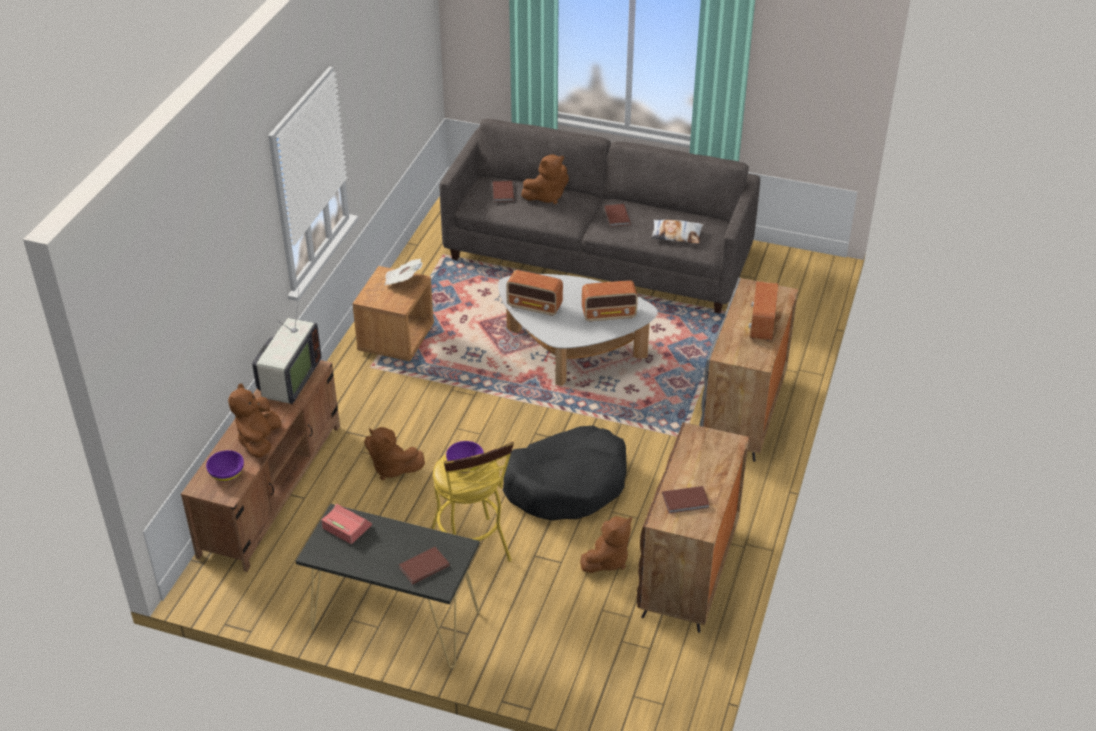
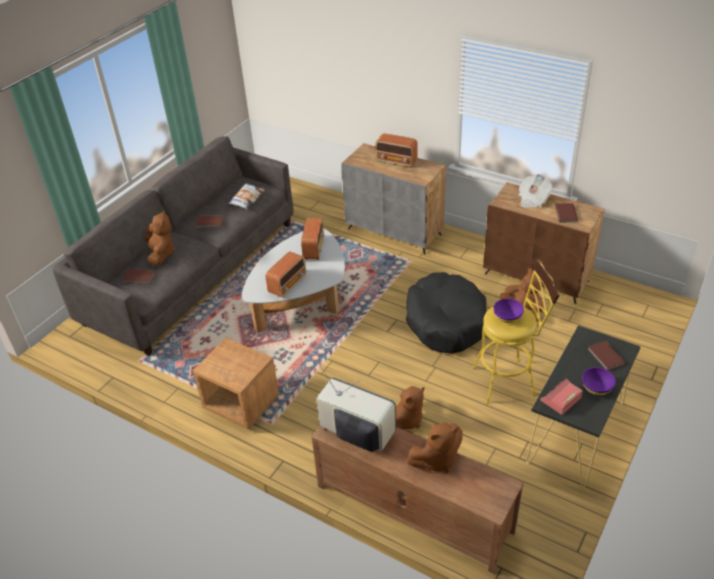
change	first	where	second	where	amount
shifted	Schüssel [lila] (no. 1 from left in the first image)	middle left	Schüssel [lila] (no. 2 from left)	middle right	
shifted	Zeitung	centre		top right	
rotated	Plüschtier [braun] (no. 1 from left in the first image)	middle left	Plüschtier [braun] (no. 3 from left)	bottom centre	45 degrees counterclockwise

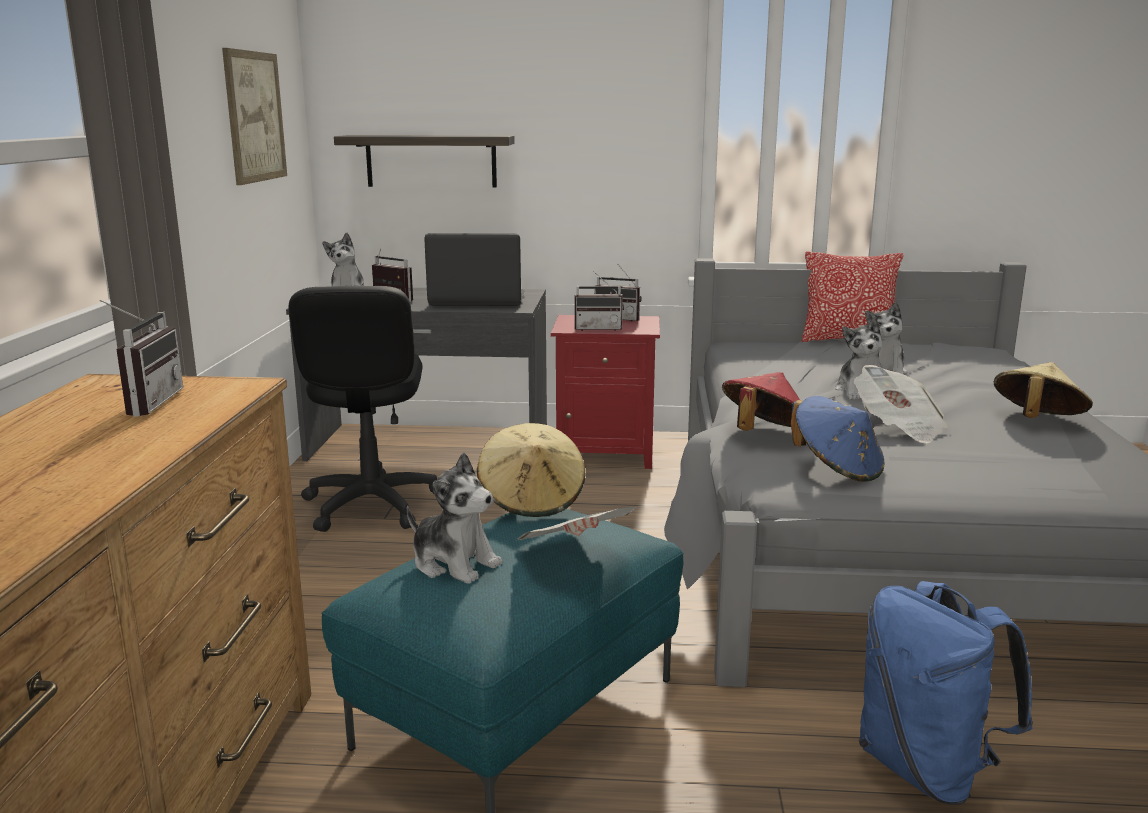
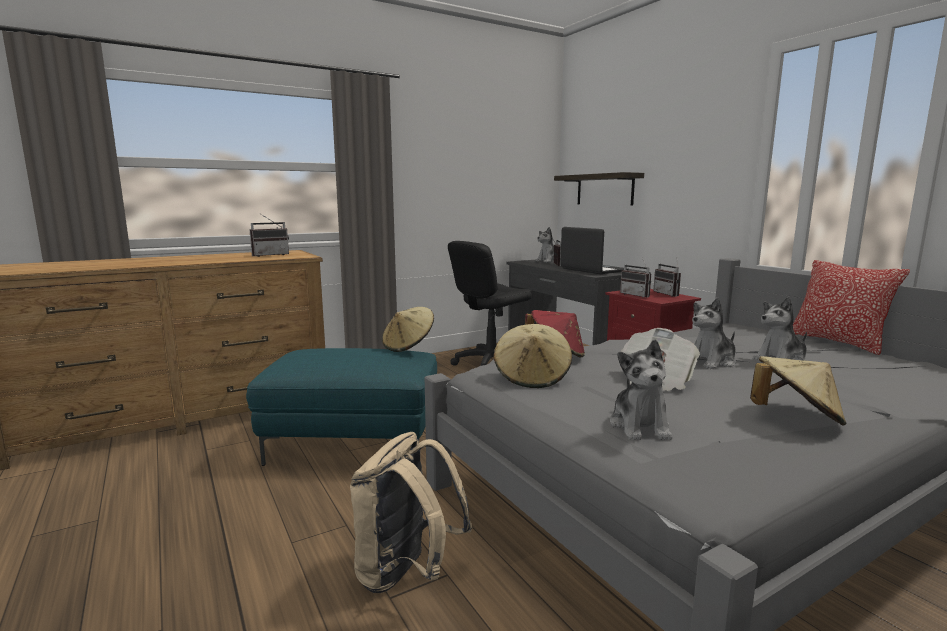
change	first	where	second	where	amount
gone	Bild	top left			
gone	Zeitung (no. 1 from left)	centre			
shifted	Plüschtier (no. 2 from left)	centre		middle right	
repainted	Hut [blau]	middle right	Hut [beige] (no. 2 from left)	centre	
repainted	Rucksack [blau]	bottom right	Rucksack [beige]	bottom centre	

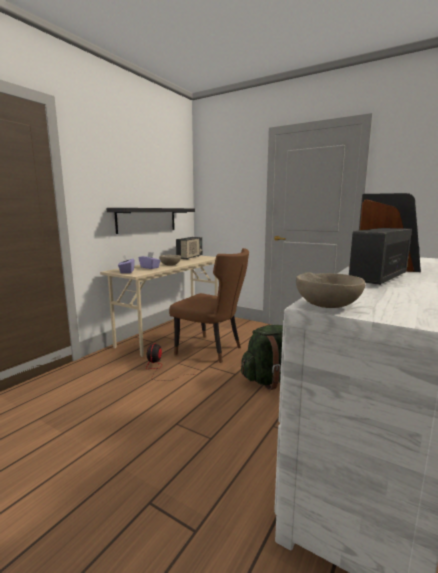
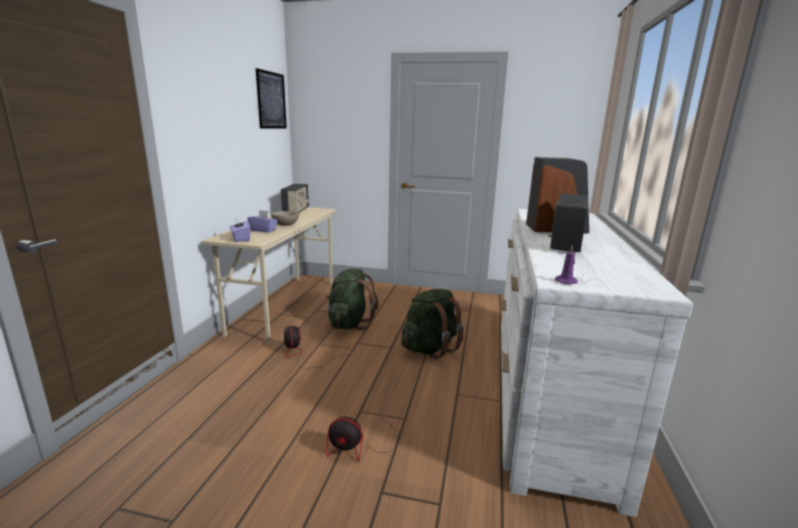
change	first	where	second	where	amount
gone	Wandregal [schwarz]	centre			
new			Bild	top centre	
new			Ventilator (no. 2 from left)	bottom centre	
swapped	Stuhl [braun]	centre	Rucksack [grün] (no. 1 from left)	centre	
swapped	Schüssel [beige] (no. 2 from left)	middle right	Kerze [lila]	middle right	

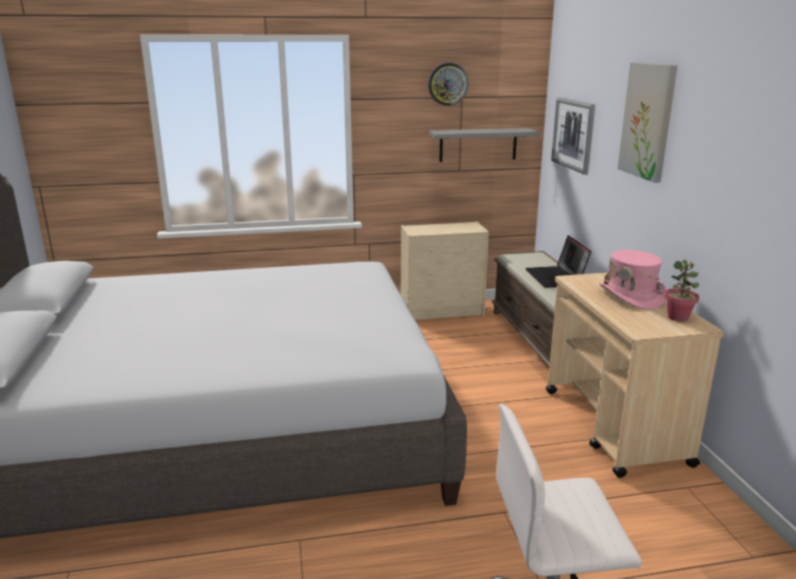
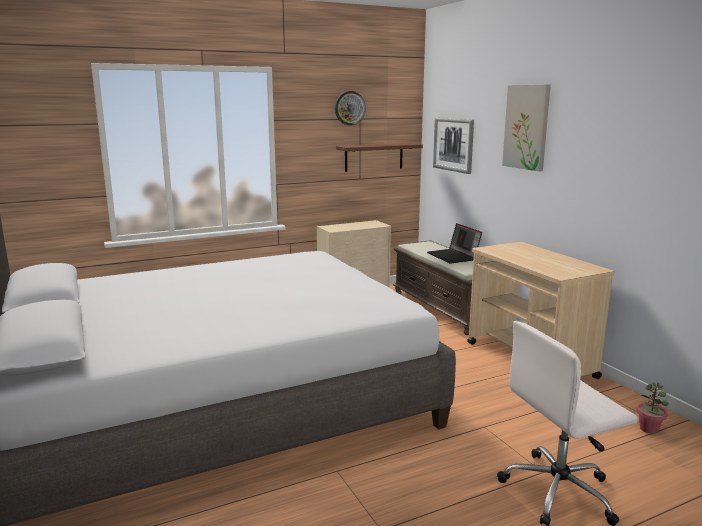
change	first	where	second	where	amount
gone	Hut [rosa]	middle right			
shifted	Topfpflanze	middle right		bottom right	
repainted	Wandregal [grau]	top centre	Wandregal [braun]	top centre	

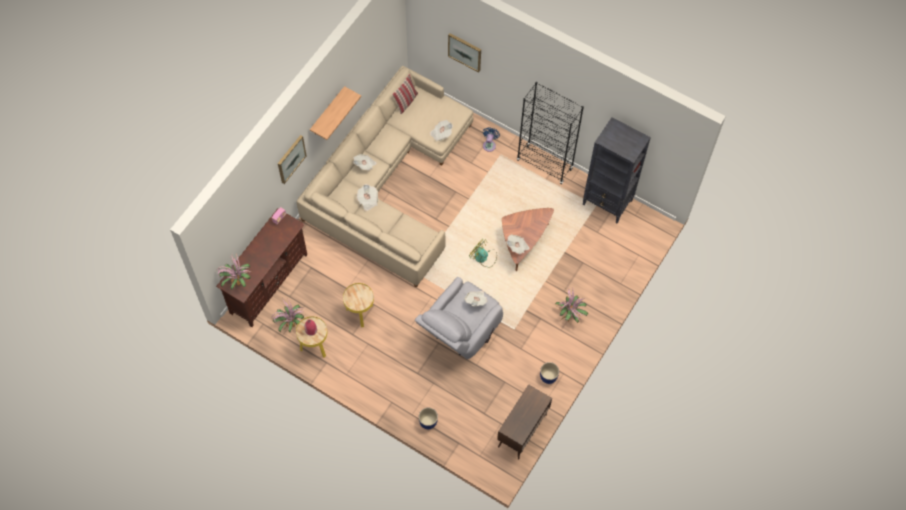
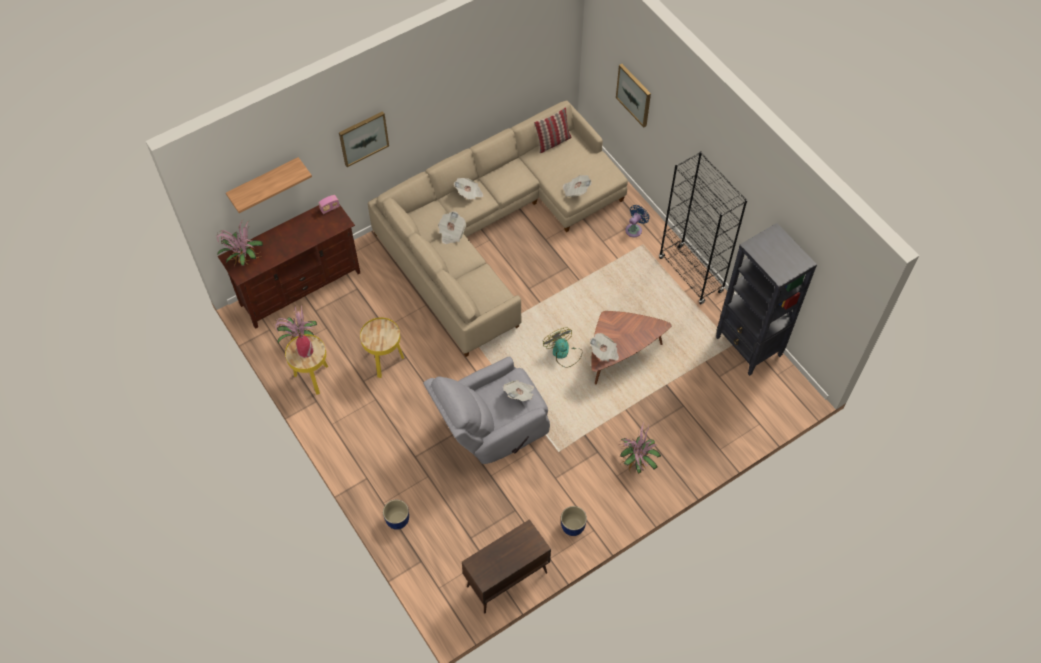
change	first	where	second	where	amount
shifted	Wandregal	top centre		top left	

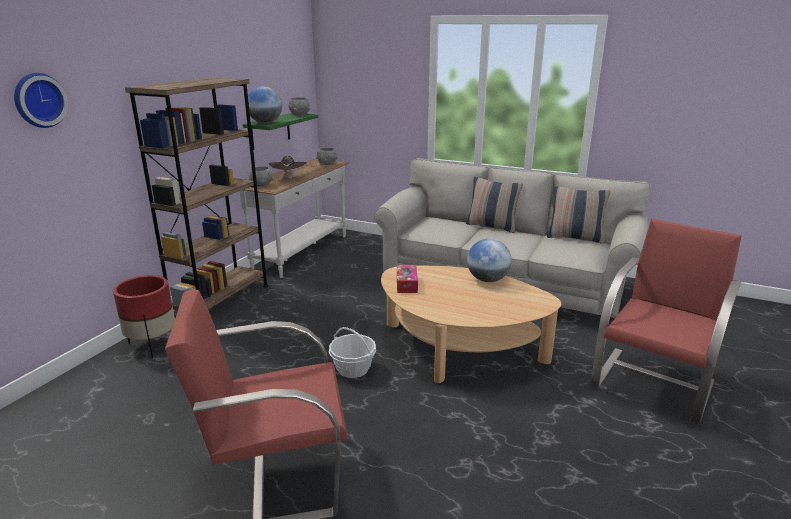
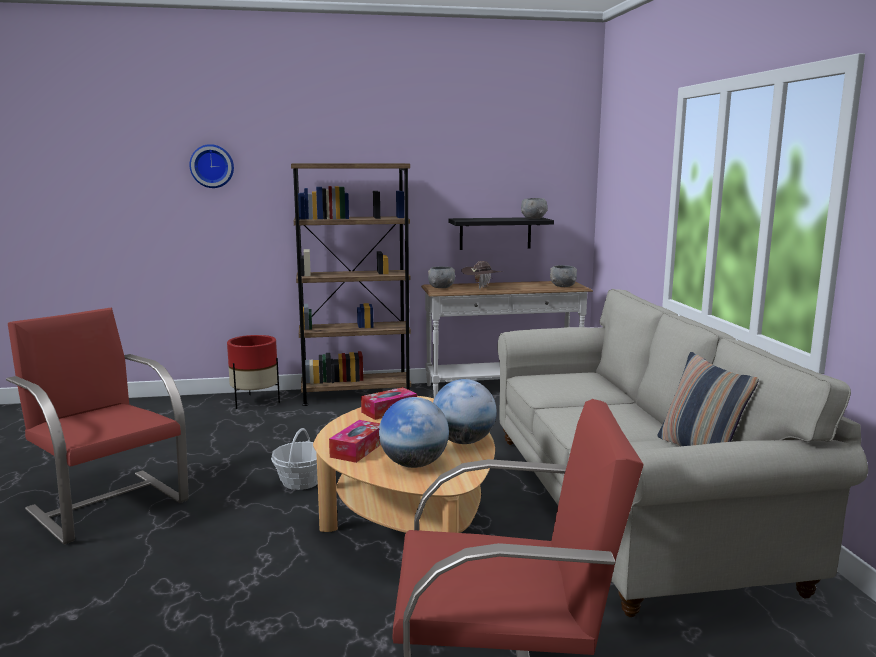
change	first	where	second	where	amount
gone	Kissen (no. 1 from left)	centre			
new			Taschentuchbox (no. 1 from left)	bottom centre	
shifted	Globus (no. 1 from left)	top centre		centre	
repainted	Wandregal [grün]	top centre	Wandregal [schwarz]	centre	

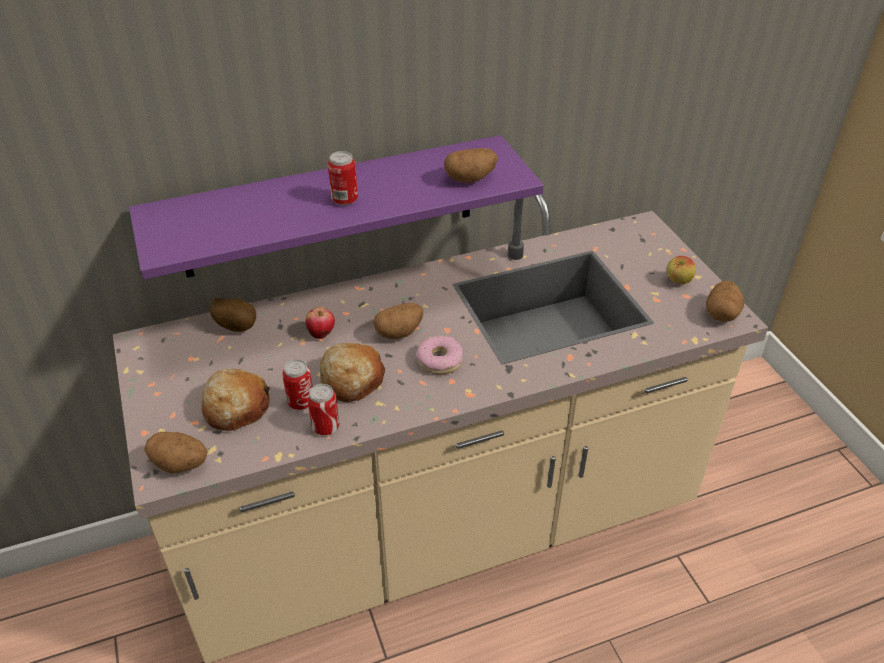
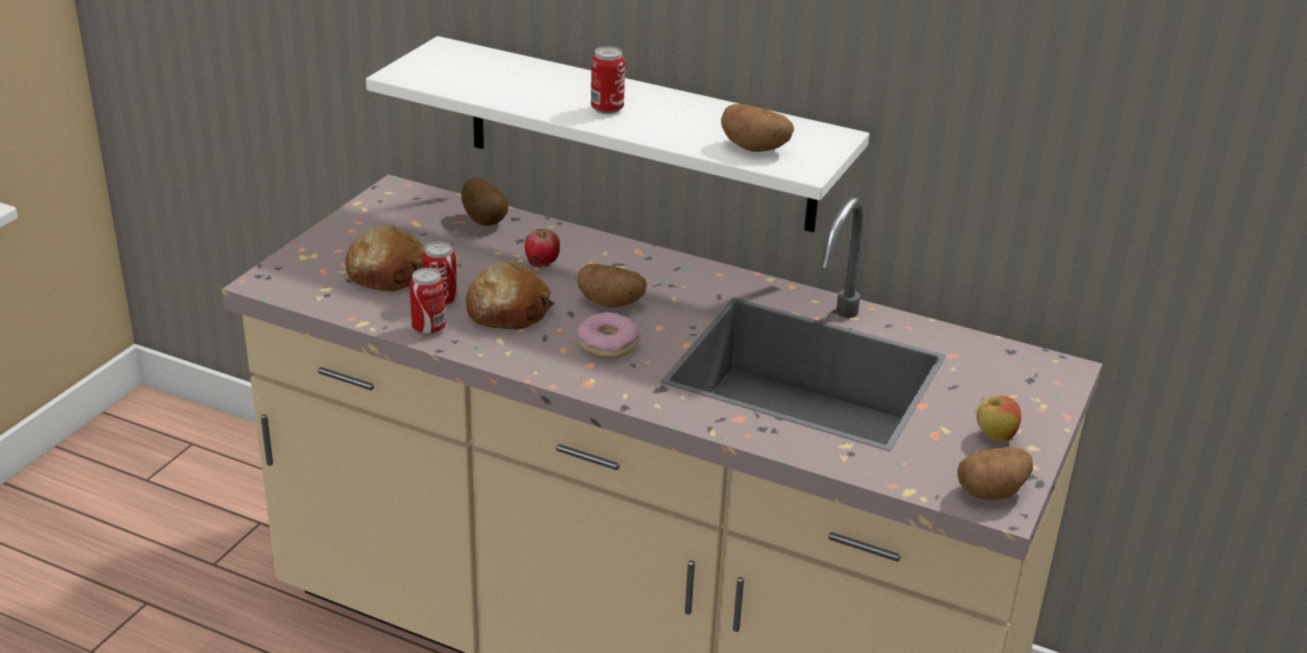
change	first	where	second	where	amount
gone	Kartoffel (no. 1 from left)	bottom left			
repainted	Wandregal [lila]	top centre	Wandregal [weiß]	top centre	

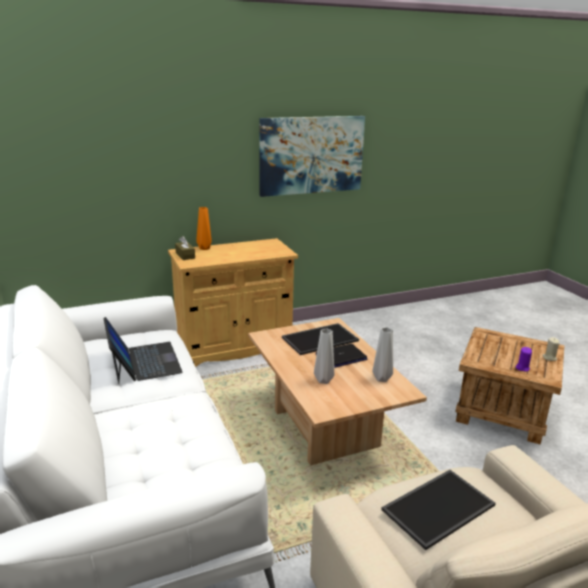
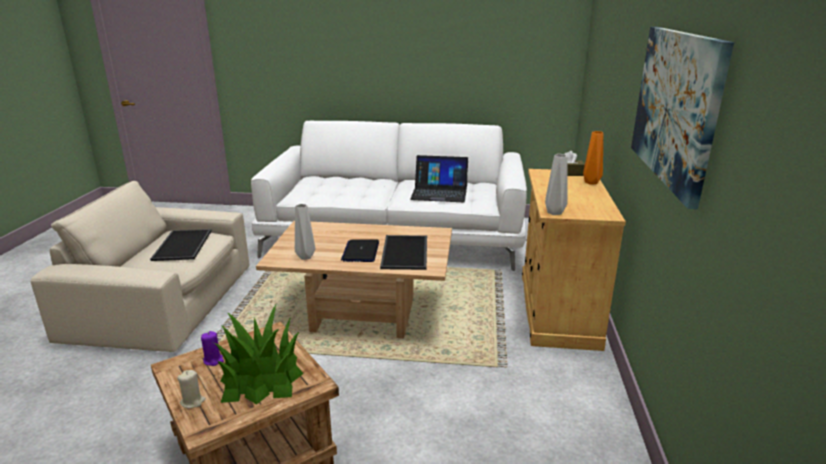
change	first	where	second	where	amount
new			Topfpflanze	bottom left	
shifted	Vase [grau] (no. 1 from left in the first image)	centre	Vase [grau] (no. 2 from left)	middle right	

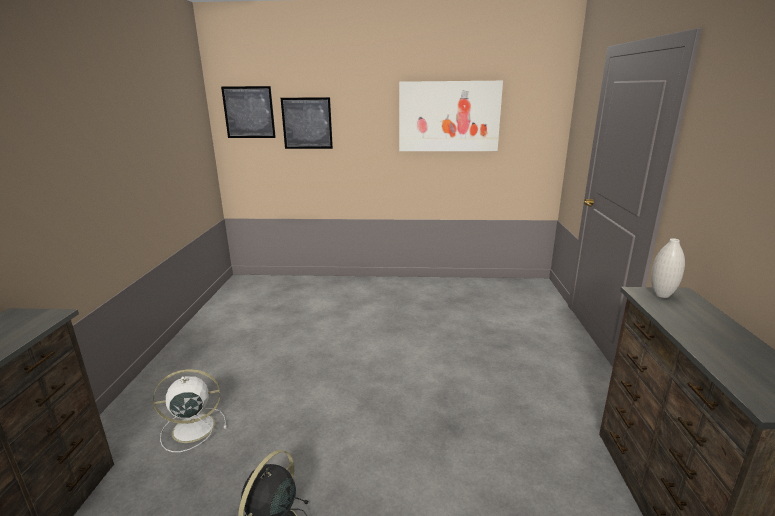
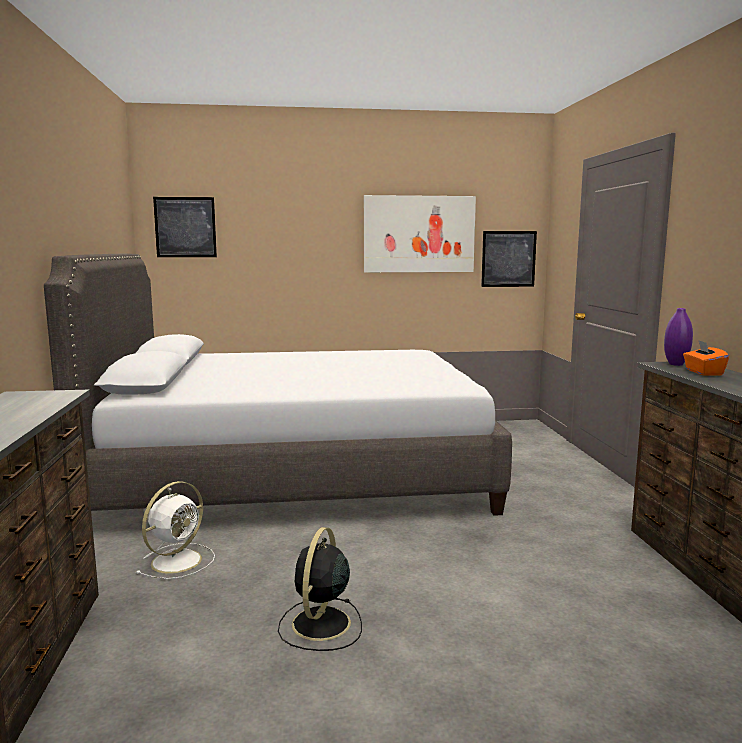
change	first	where	second	where	amount
new			Bett [grau]	centre	
new			Taschentuchbox [orange]	middle right	
shifted	Bild (no. 2 from left in the first image)	top centre	Bild (no. 3 from left)	middle right	
repainted	Vase [weiß]	middle right	Vase [lila]	middle right	
rotated	Ventilator [weiß]	bottom left		bottom left	150 degrees clockwise

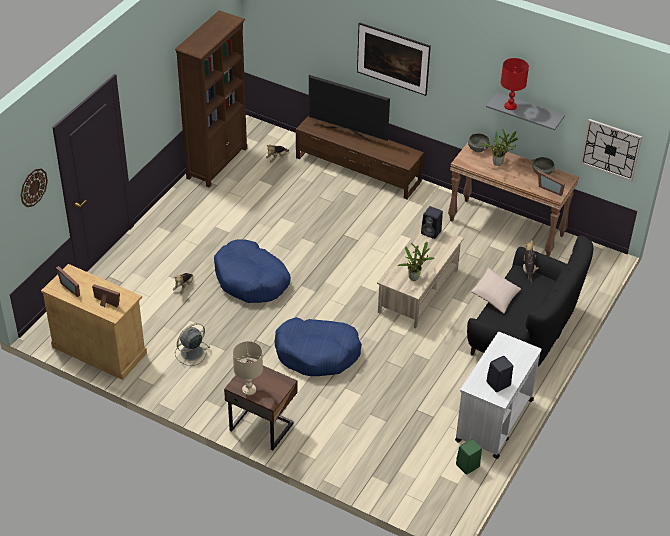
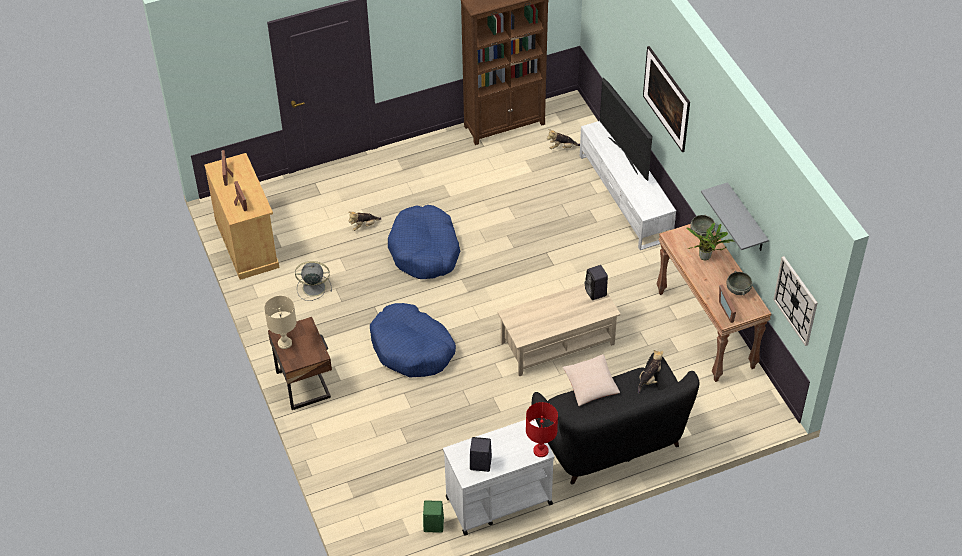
change	first	where	second	where	amount
gone	Wanduhr (no. 1 from left)	middle left			
gone	Topfpflanze (no. 1 from left)	centre			
shifted	Tischlampe [rot]	top right		bottom centre	
repainted	Fernsehschrank [braun]	top centre	Fernsehschrank [weiß]	top centre	

